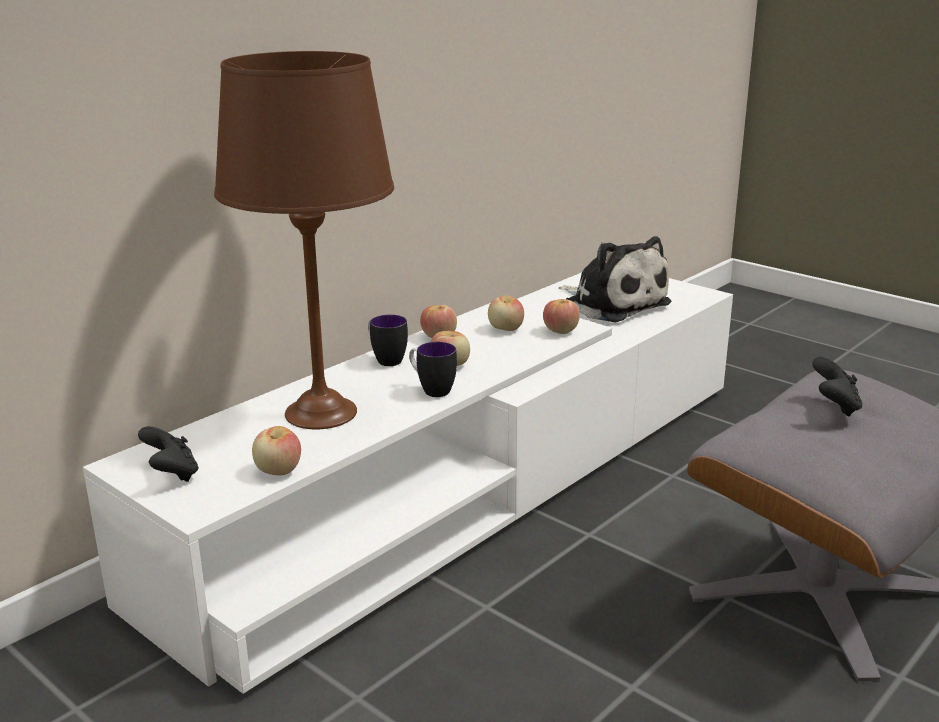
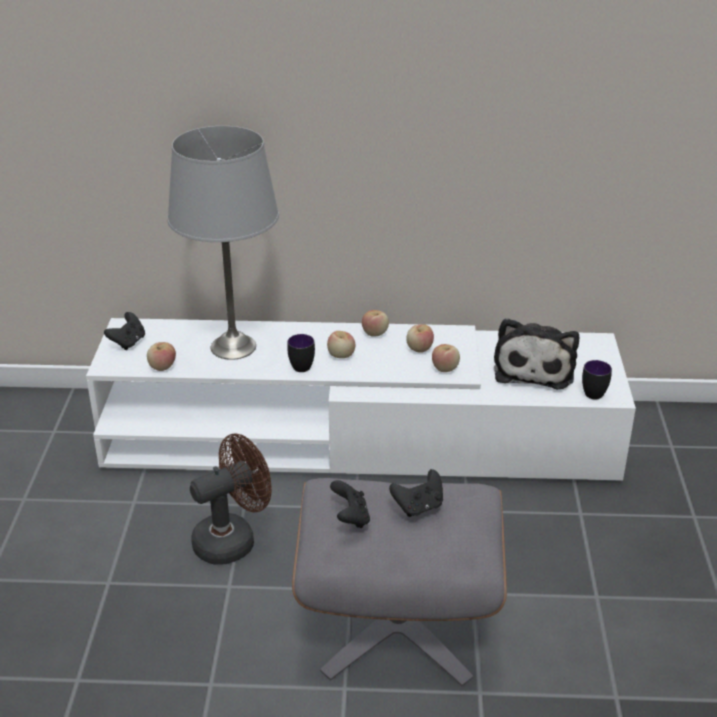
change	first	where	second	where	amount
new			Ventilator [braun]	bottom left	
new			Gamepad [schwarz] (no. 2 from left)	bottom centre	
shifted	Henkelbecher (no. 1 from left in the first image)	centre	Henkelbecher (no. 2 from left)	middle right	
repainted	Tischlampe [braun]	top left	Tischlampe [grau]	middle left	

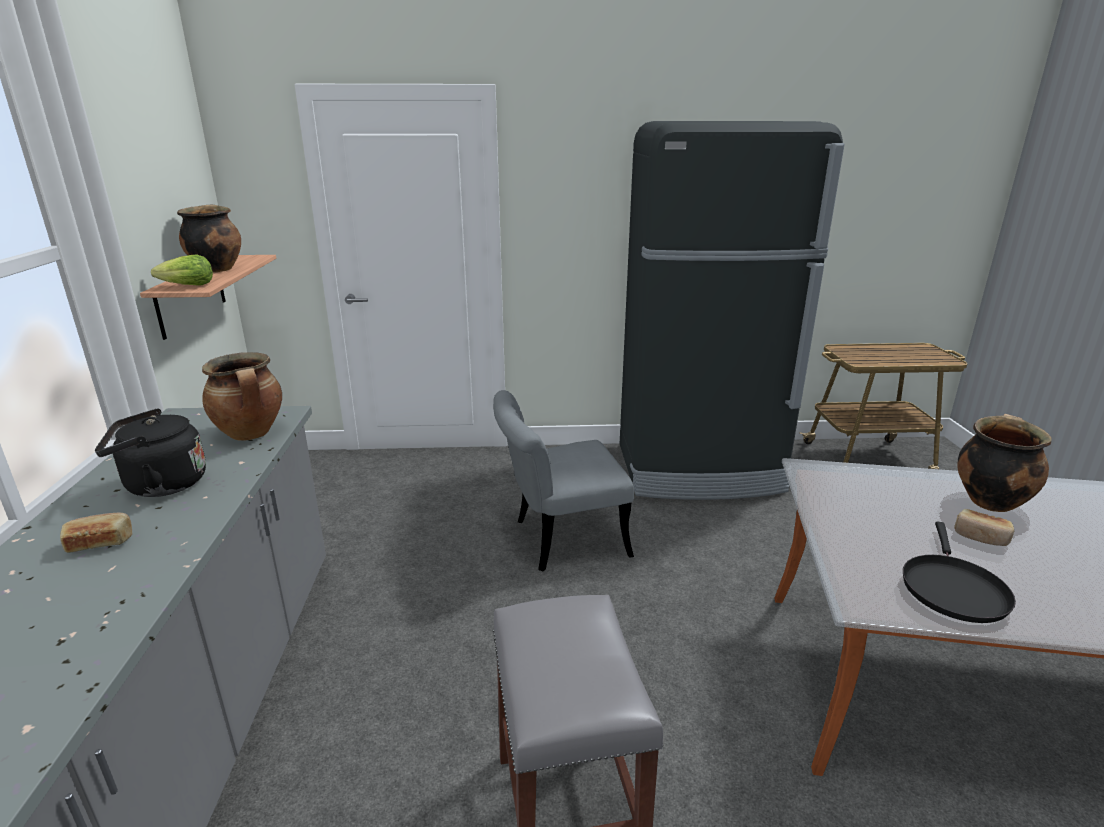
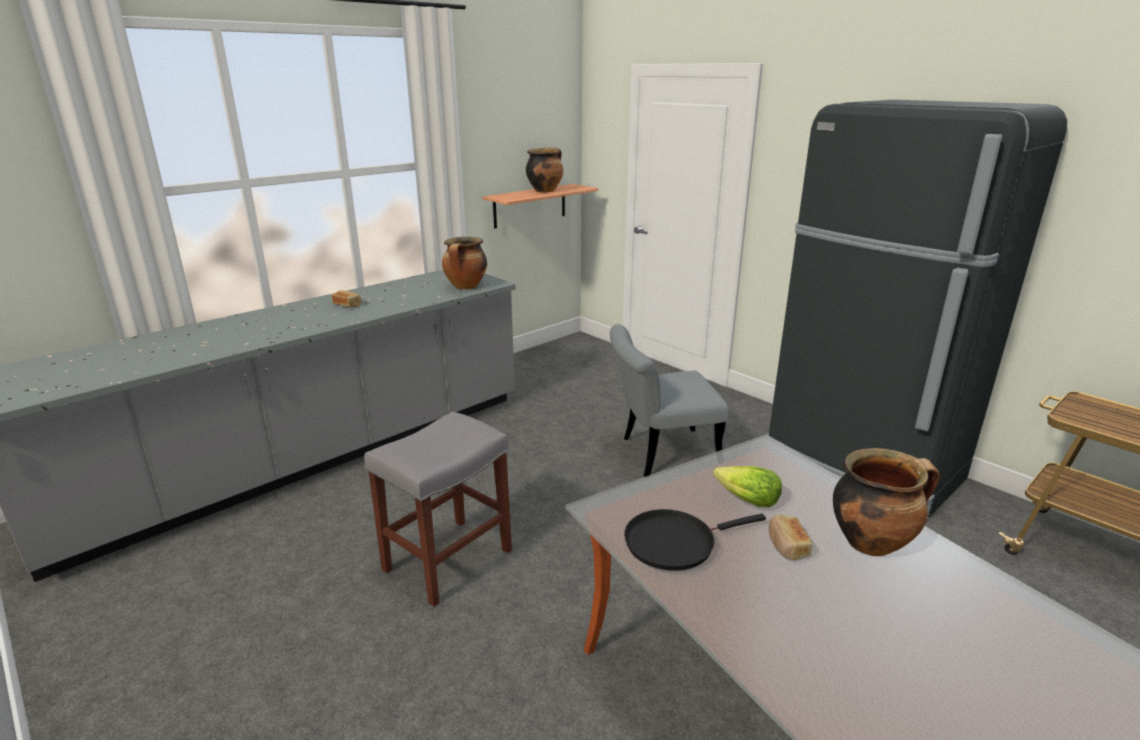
change	first	where	second	where	amount
gone	Wasserkessel [schwarz]	middle left			
shifted	Salatkopf	top left		centre	
rotated	Stuhl [grau]	centre		centre	45 degrees counterclockwise

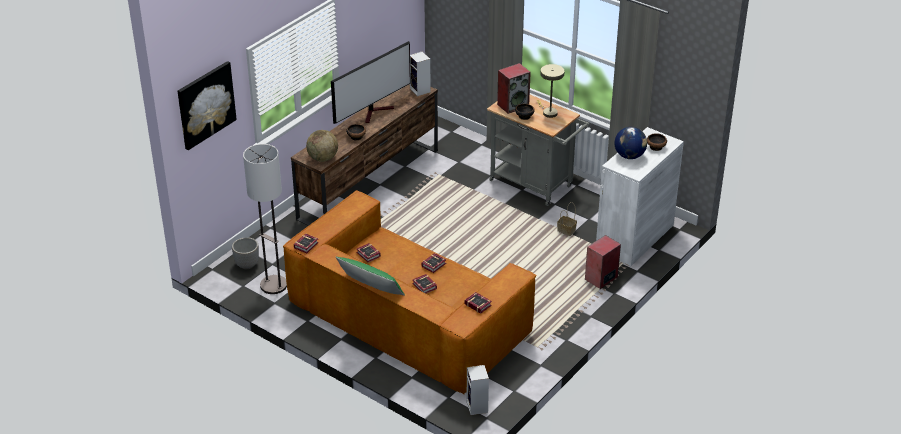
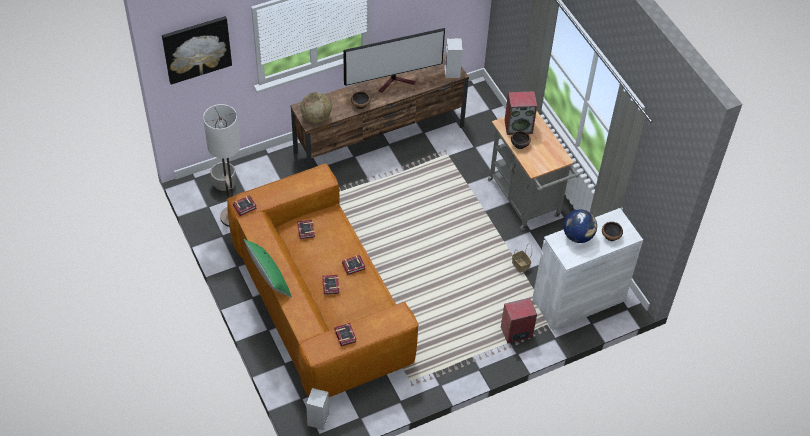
change	first	where	second	where	amount
gone	Tischlampe [beige]	top centre			

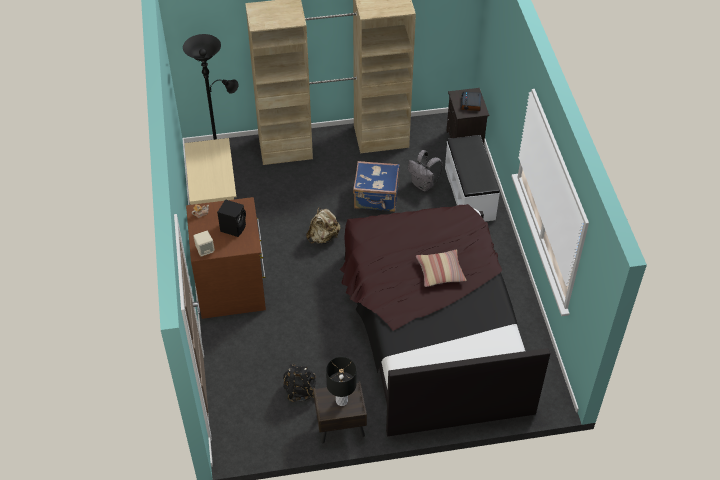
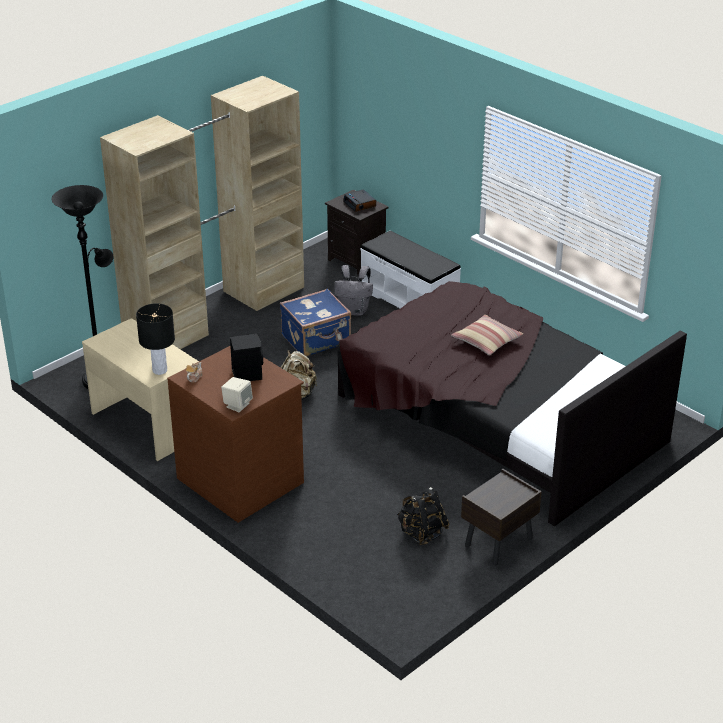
change	first	where	second	where	amount
shifted	Tischlampe [schwarz]	bottom centre		middle left	

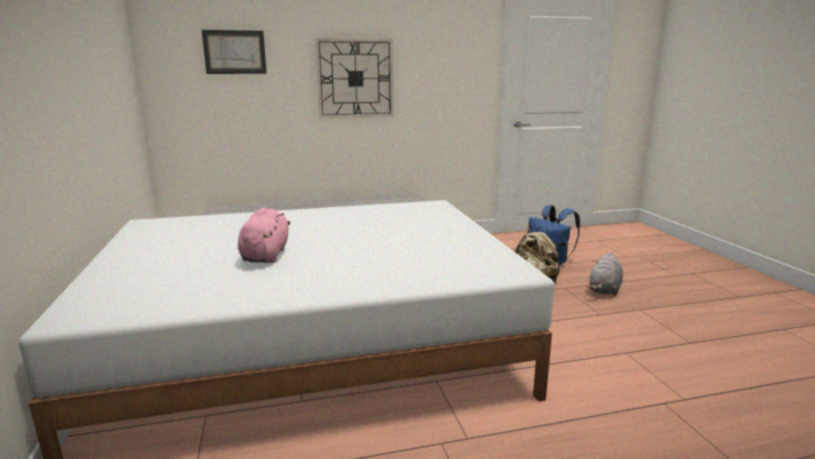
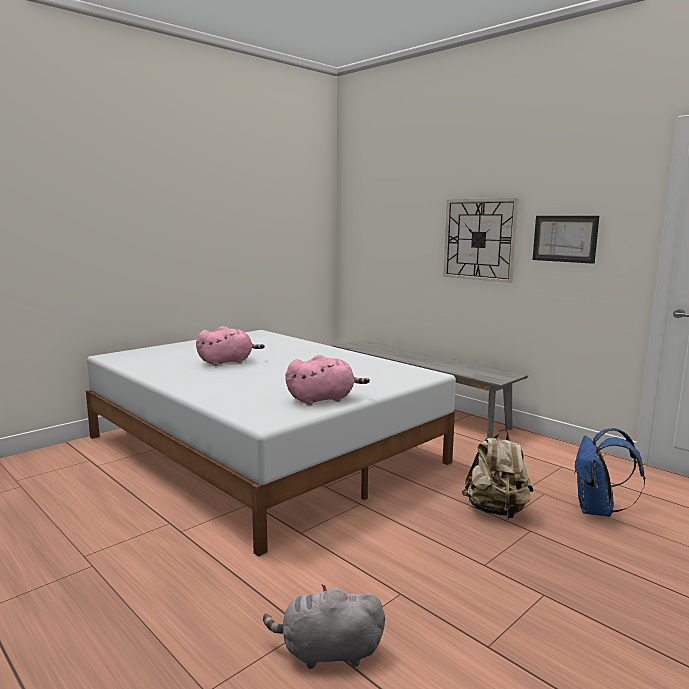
change	first	where	second	where	amount
new			Plüschtier [rosa] (no. 2 from left)	centre	
shifted	Bild	top left		middle right	
shifted	Plüschtier [grau]	middle right		bottom centre	

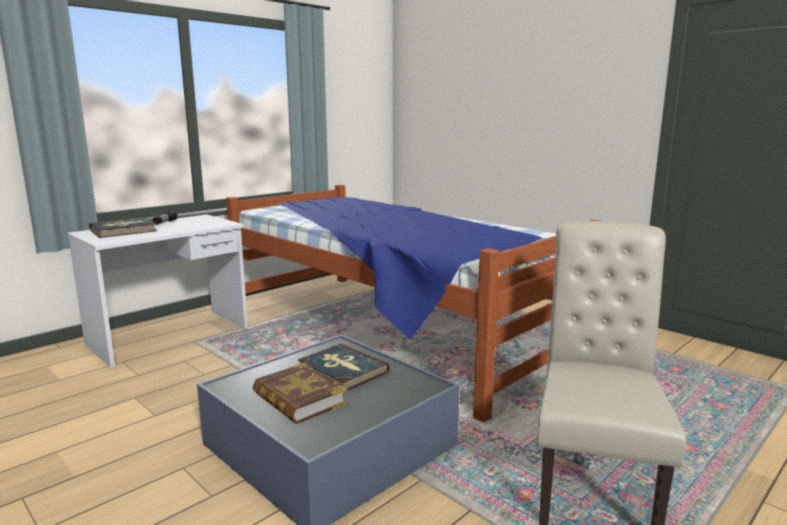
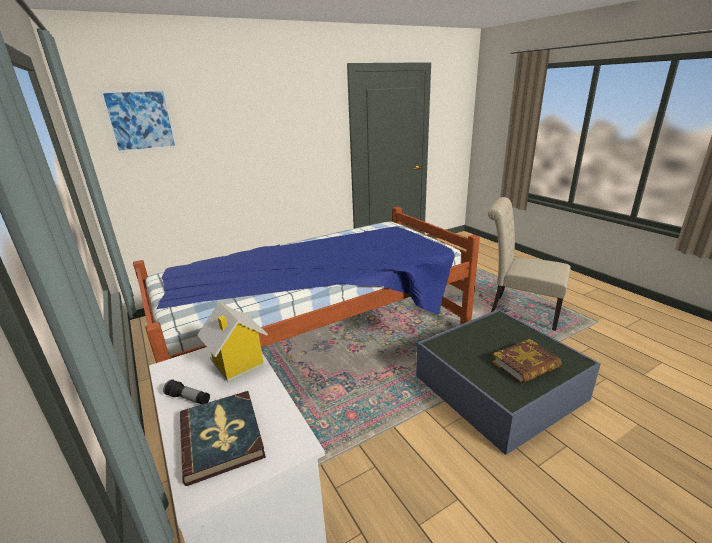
change	first	where	second	where	amount
gone	Buch (no. 3 from left)	bottom centre			
new			Bild	top left	
new			Spielzeughaus	middle left	

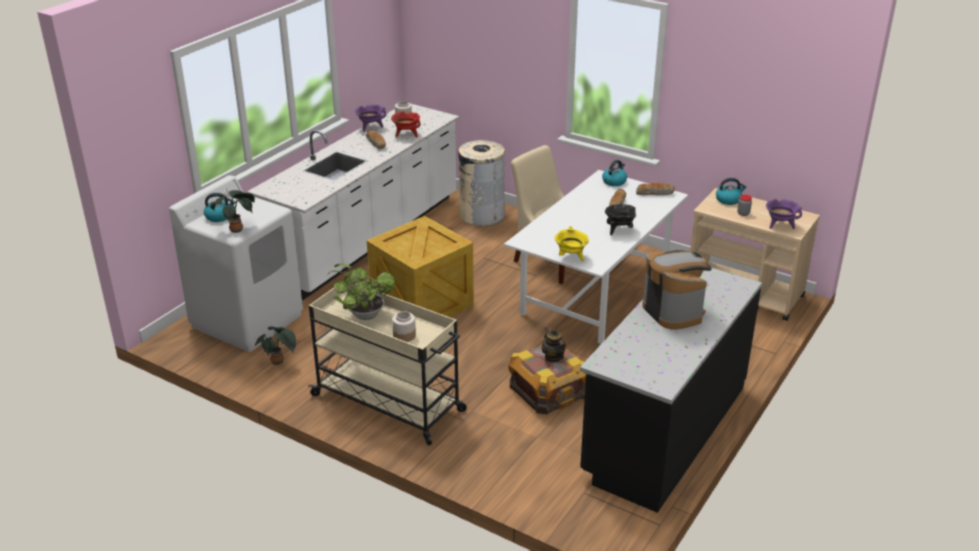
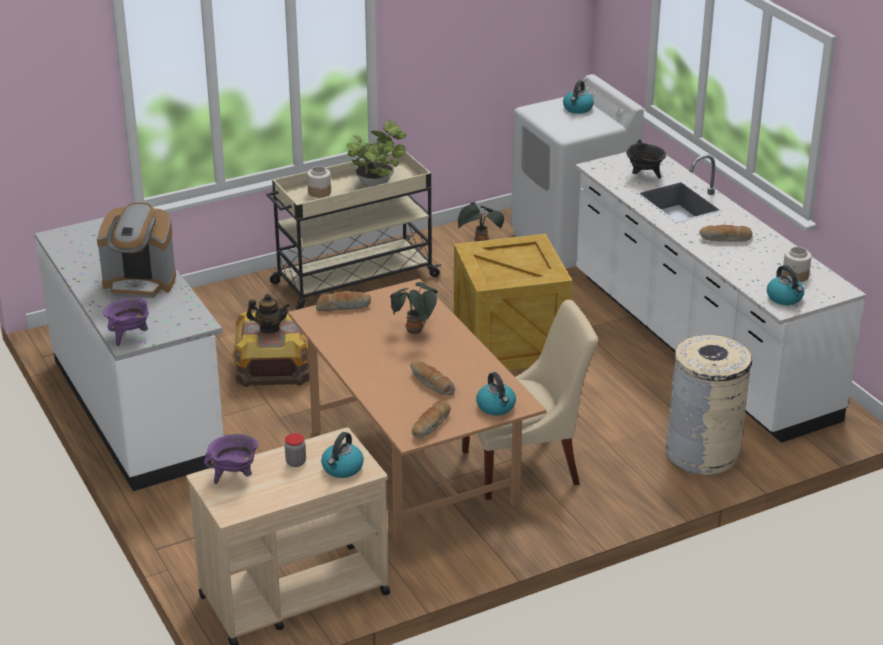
change	first	where	second	where	amount
gone	Kochtopf [rot]	top centre			
new			Wasserkessel (no. 4 from left)	middle right	
shifted	Topfpflanze (no. 1 from left in the first image)	middle left	Topfpflanze (no. 2 from left)	centre	
shifted	Kochtopf [lila] (no. 1 from left)	top centre		middle left	
shifted	Kochtopf [schwarz]	centre		top right	
swapped	Kochtopf [gelb]	centre	Brot (no. 1 from left)	centre	
repainted	Esstisch [weiß]	centre	Esstisch [braun]	centre	
repainted	Küchenzeile [schwarz]	bottom right	Küchenzeile [weiß] (no. 1 from left)	middle left	

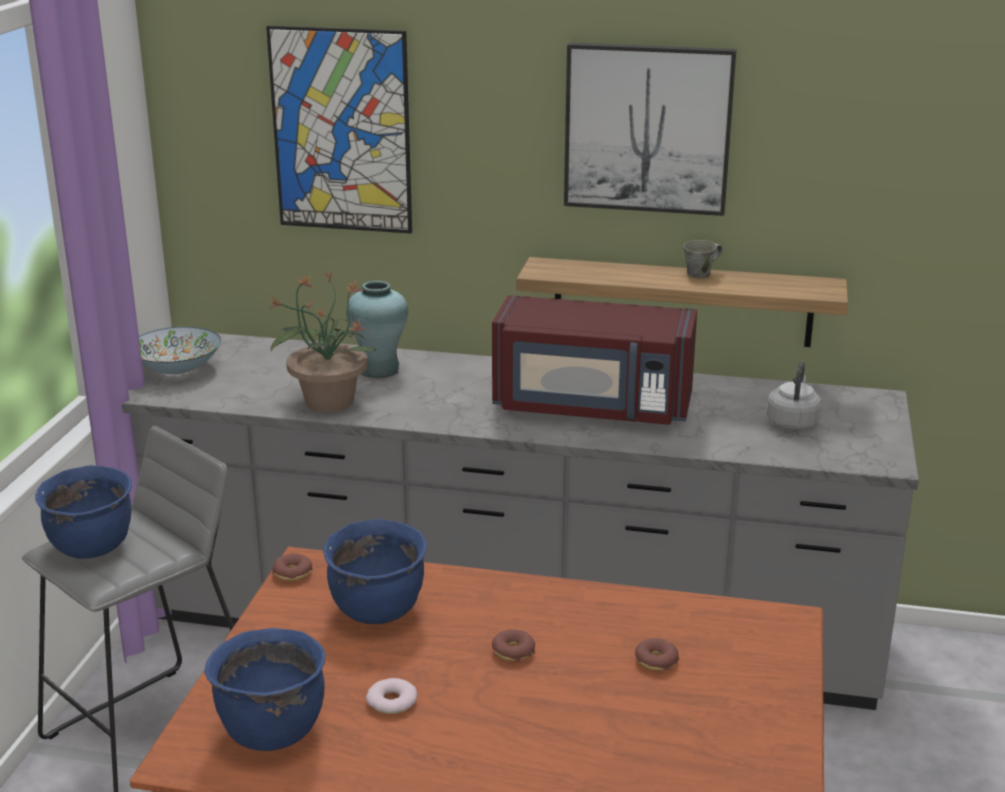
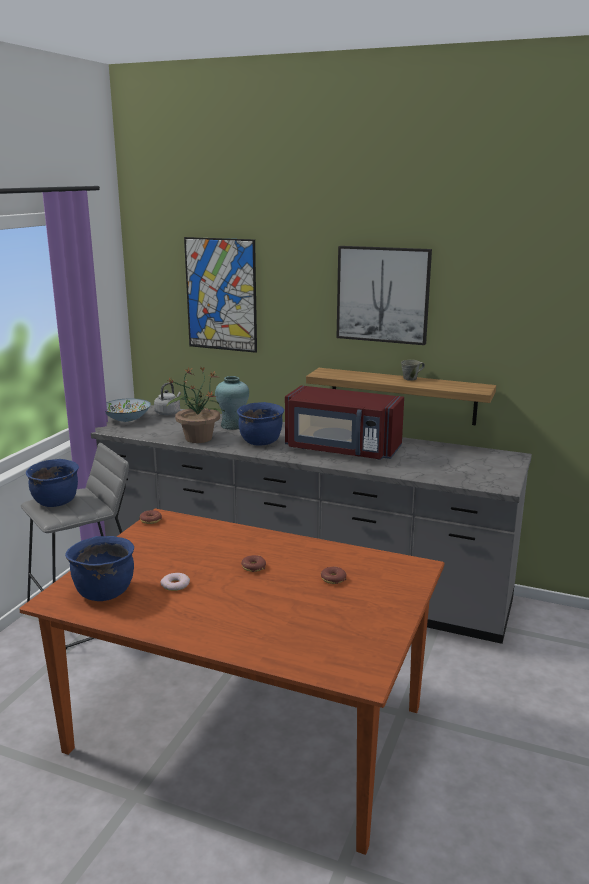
change	first	where	second	where	amount
shifted	Kochtopf [blau] (no. 3 from left)	bottom centre		centre	
shifted	Wasserkessel [grau]	middle right		middle left	

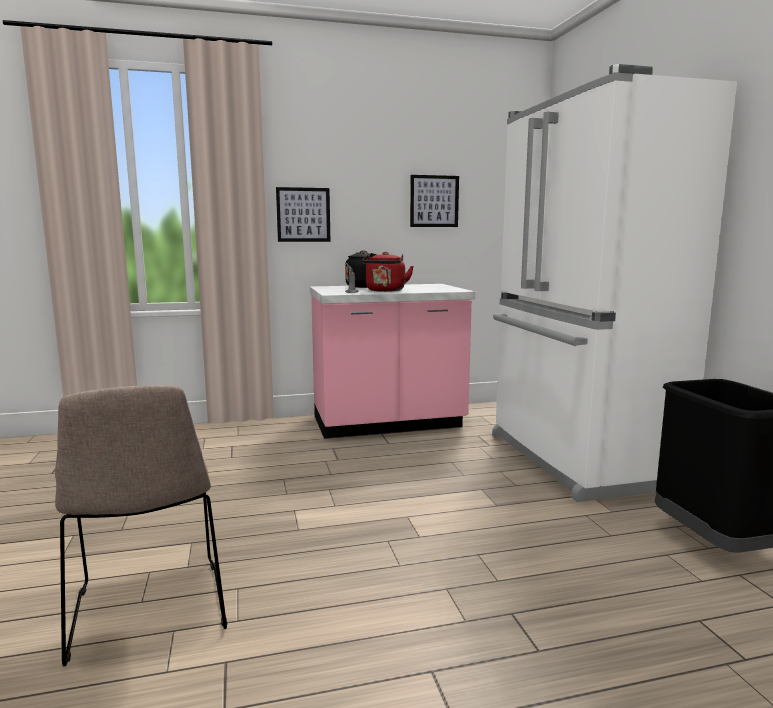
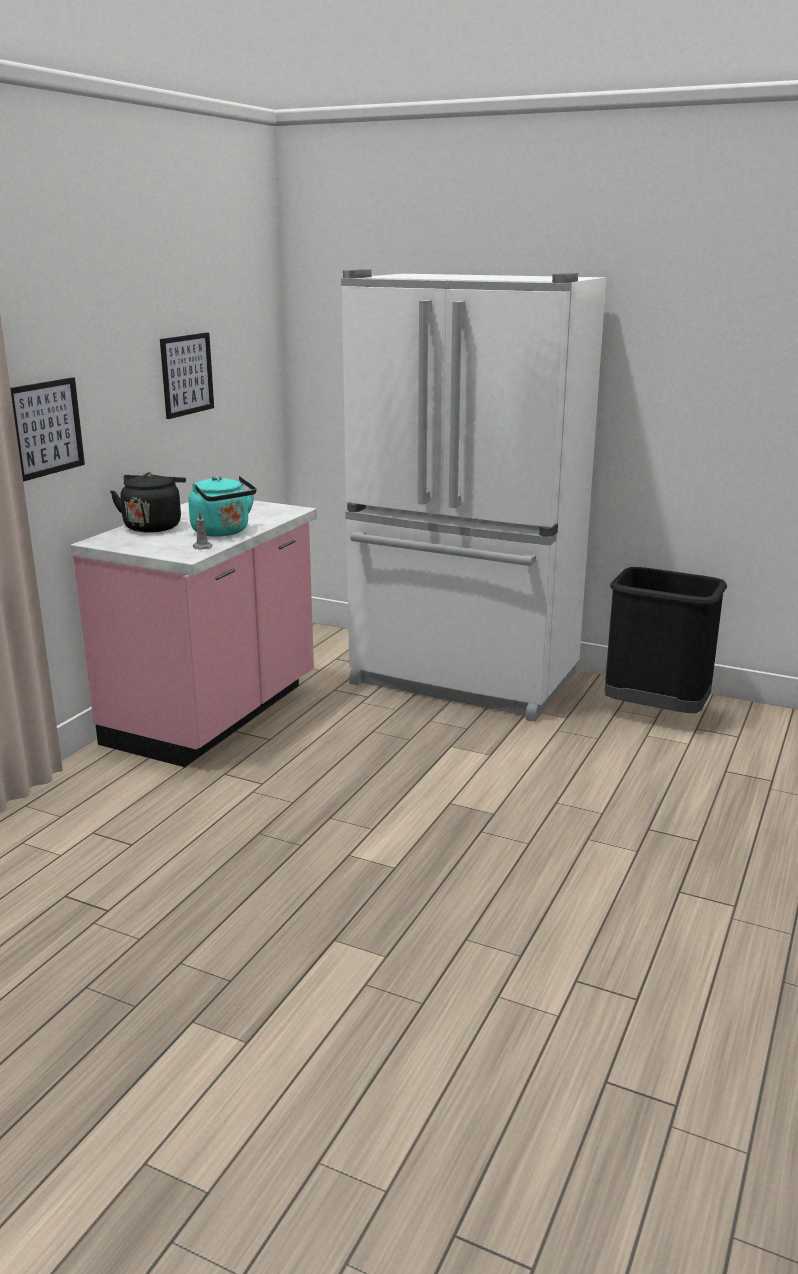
change	first	where	second	where	amount
gone	Stuhl [beige]	bottom left			
repainted	Wasserkessel [rot]	centre	Wasserkessel [türkis]	middle left	

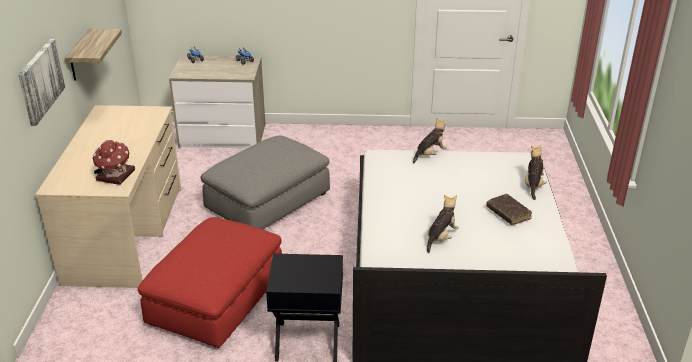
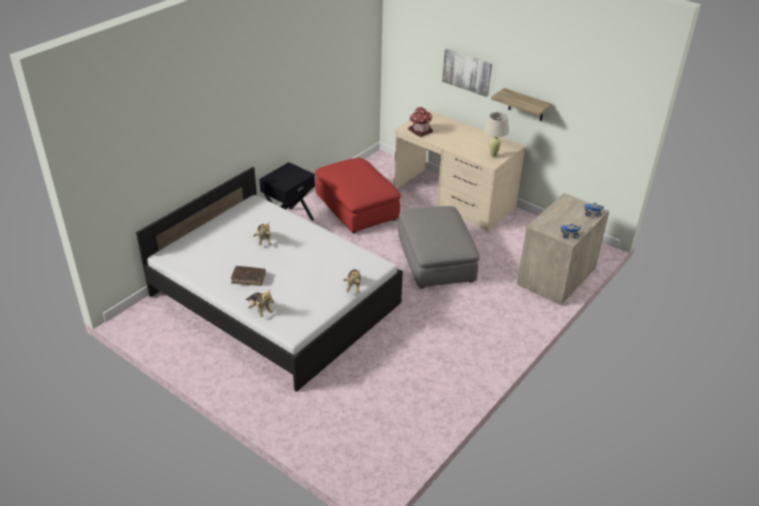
change	first	where	second	where	amount
new			Tischlampe [beige]	top centre	

